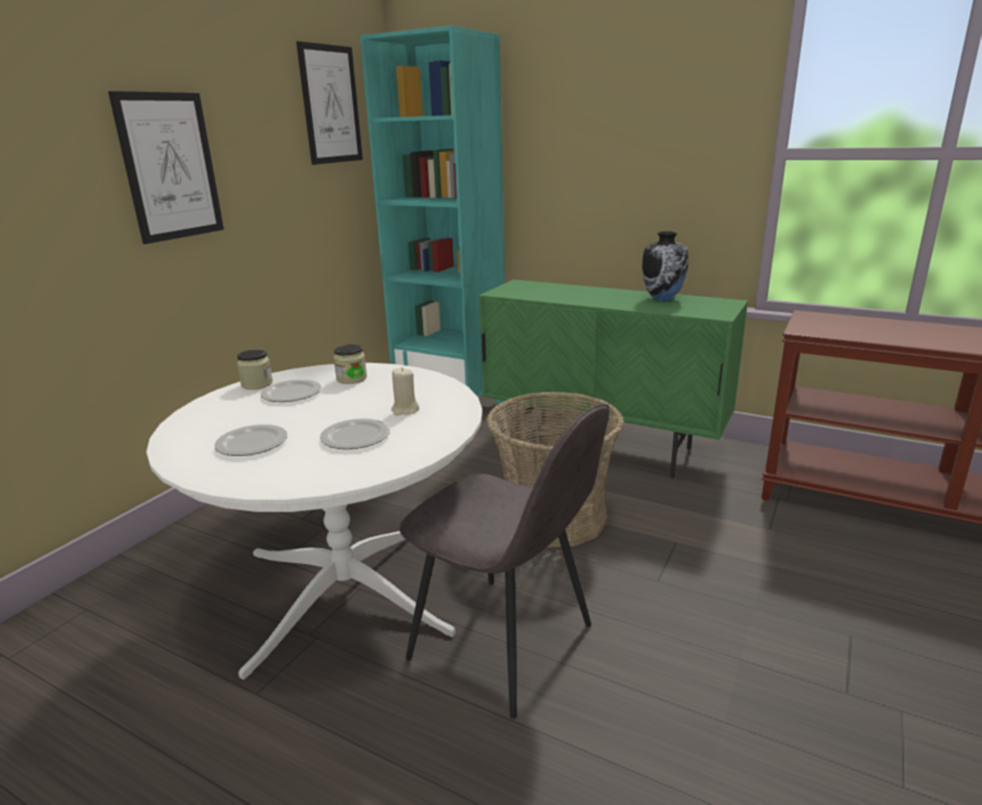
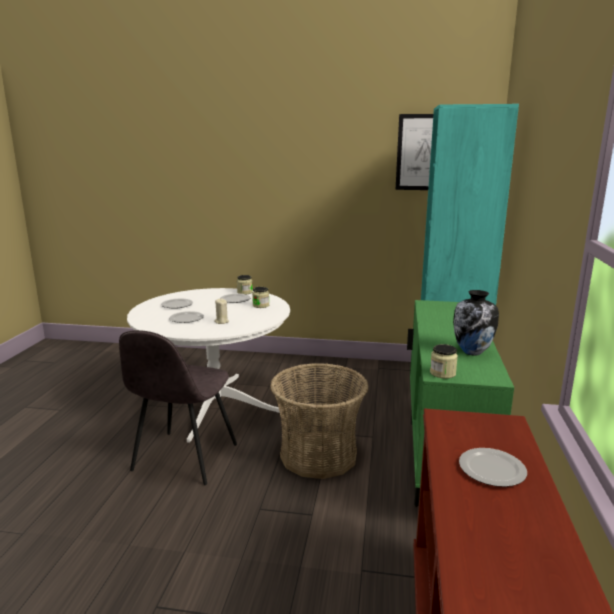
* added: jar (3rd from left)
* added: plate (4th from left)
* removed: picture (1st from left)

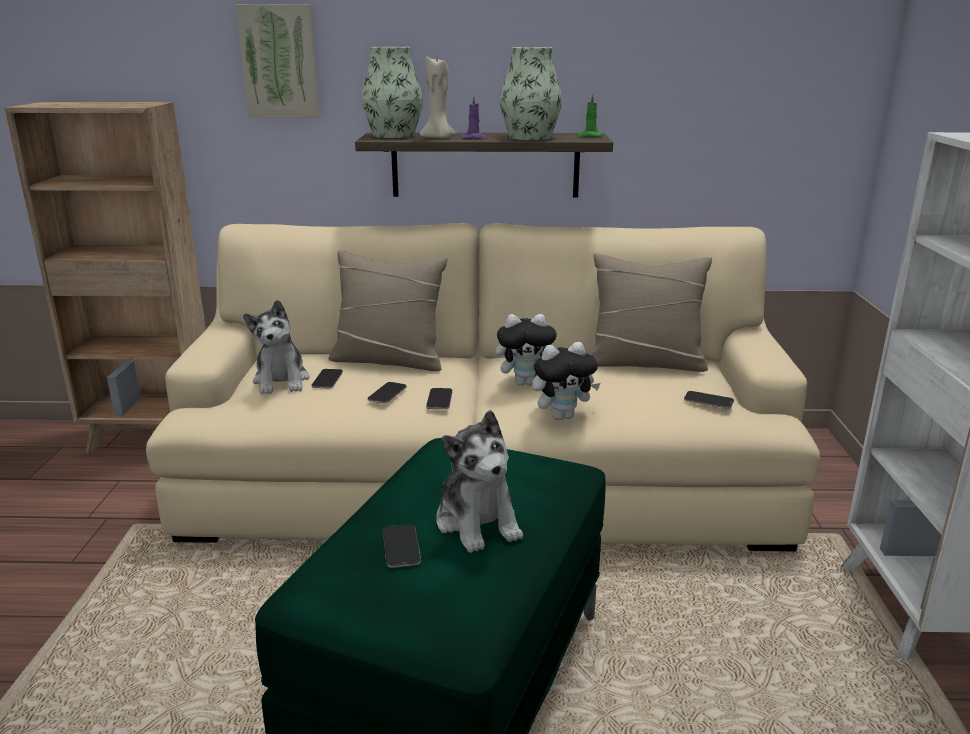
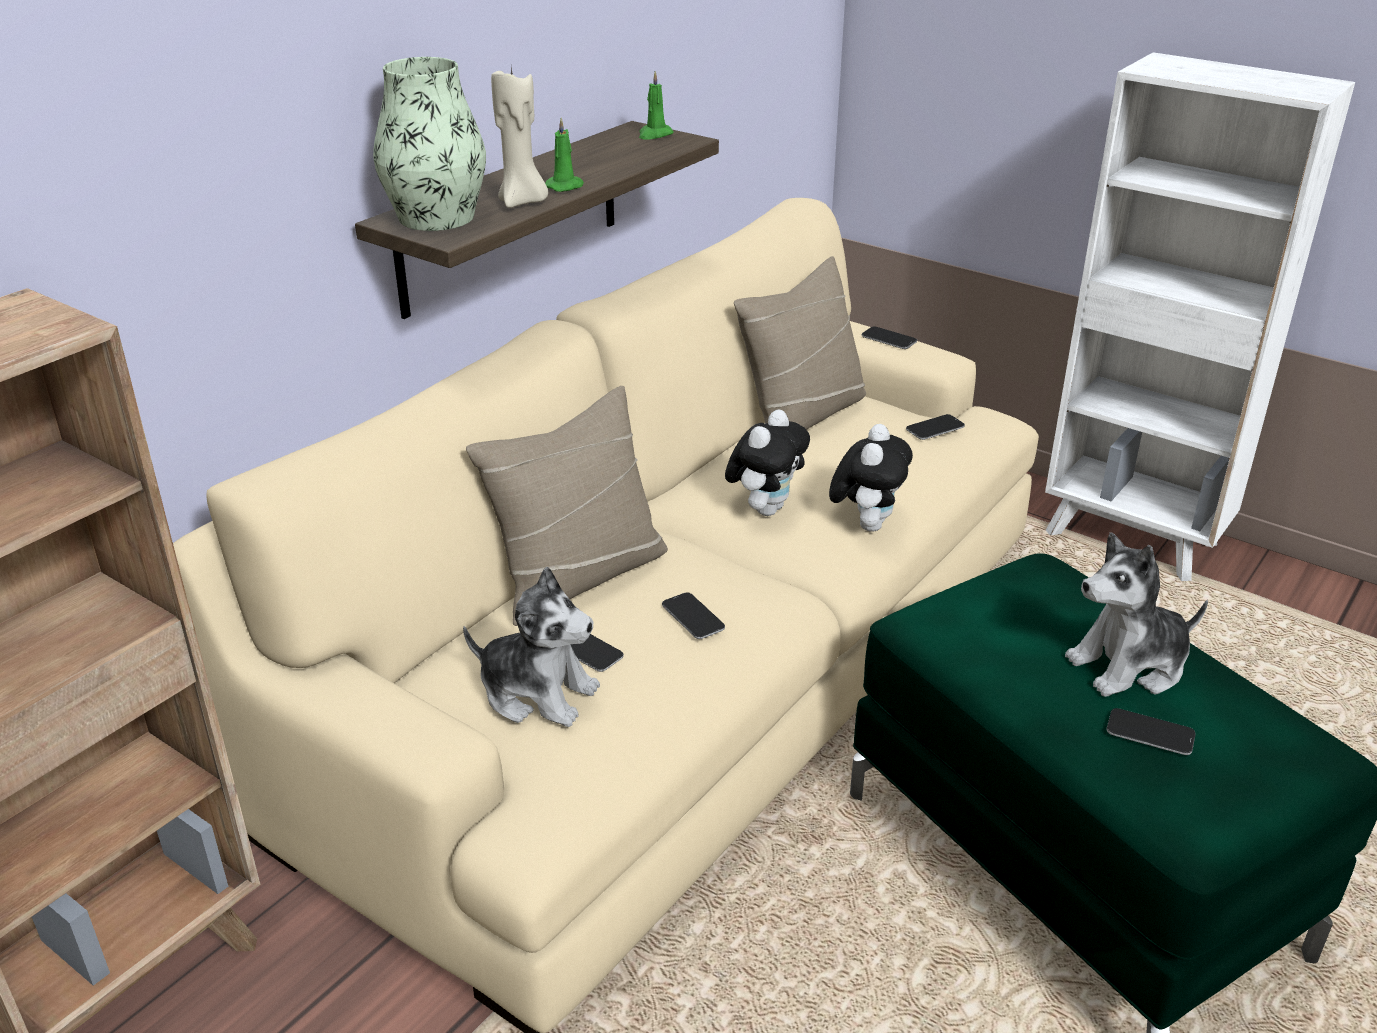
* recoloured: candle (purple) to candle (green) (1st from left)
* moved: phone (4th from left in the first image) to phone (3rd from left)
* turned: plush toy (2nd from left in the first image) 150 degrees clockwise
* removed: picture
* removed: vase (2nd from left)

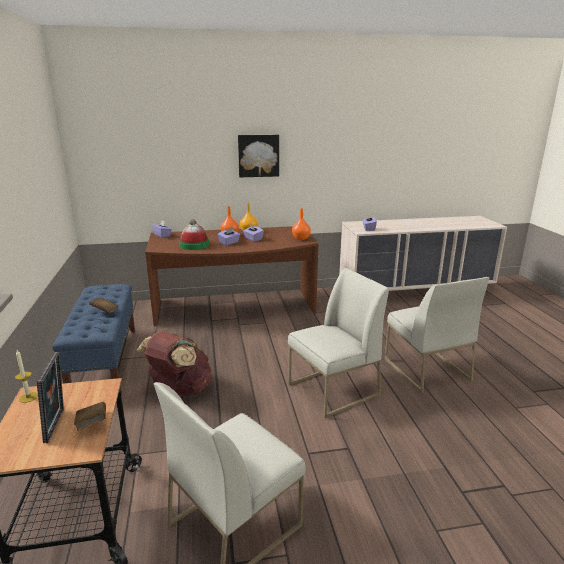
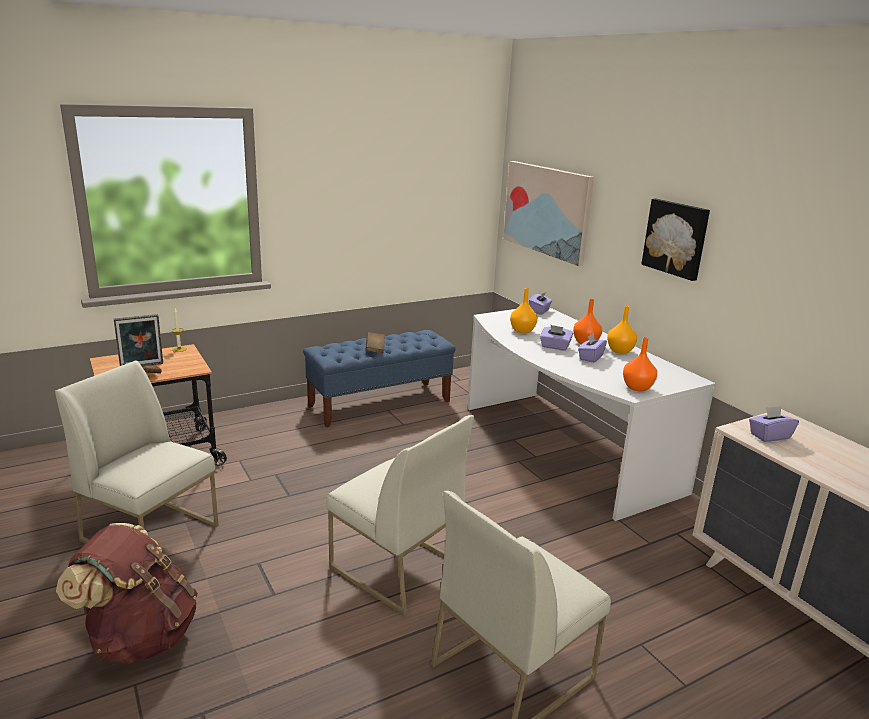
* moved: backpack (brown)
* recoloured: desk (brown) to desk (white)
* added: picture (1st from left)
* replaced: hat to vase (orange) (1st from left)

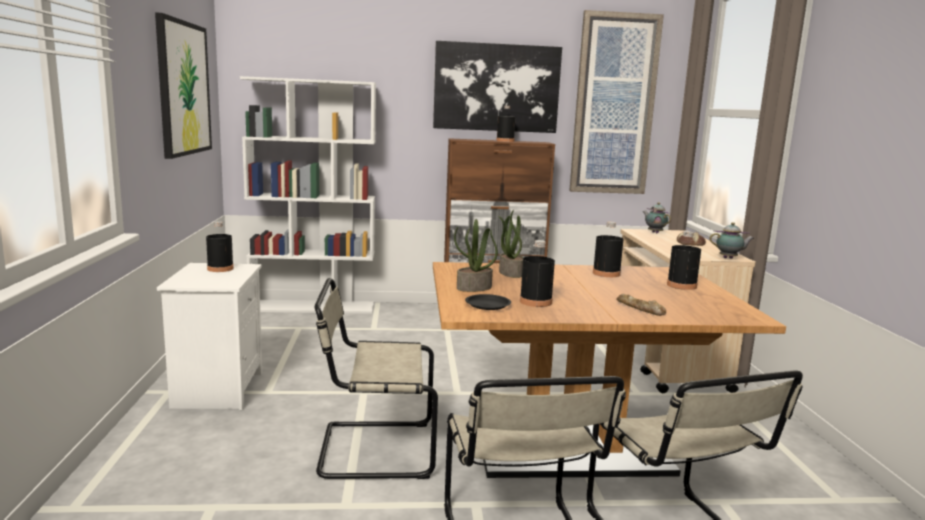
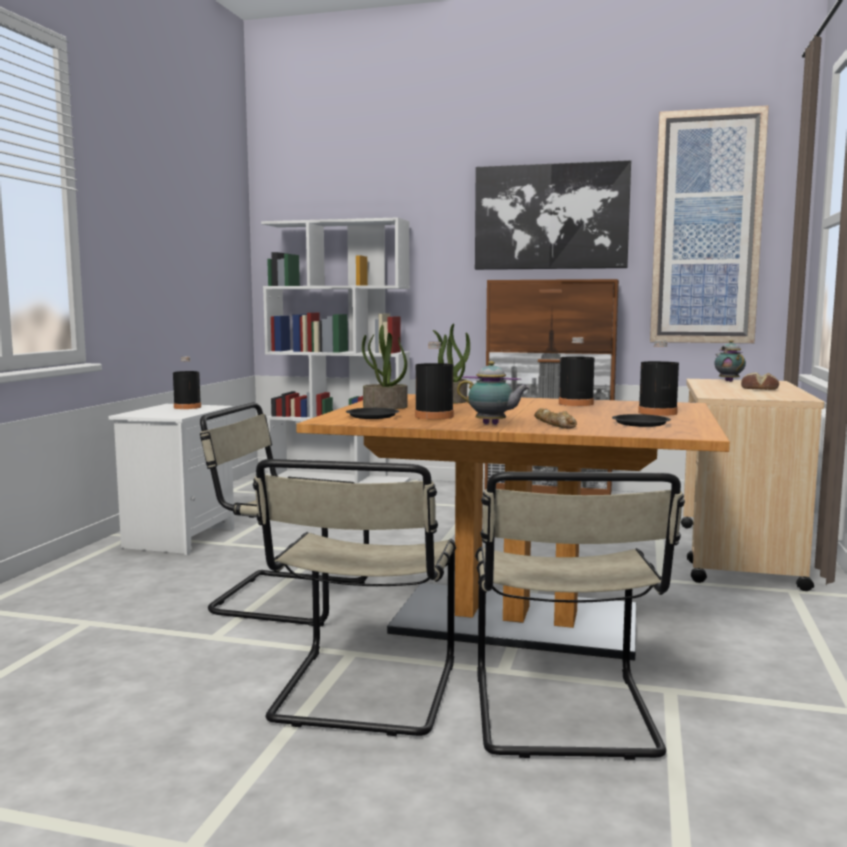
* moved: teapot (2nd from left in the first image) to teapot (1st from left)
* added: plate (black) (2nd from left)
* removed: picture (1st from left)
* removed: bottle (black) (2nd from left)

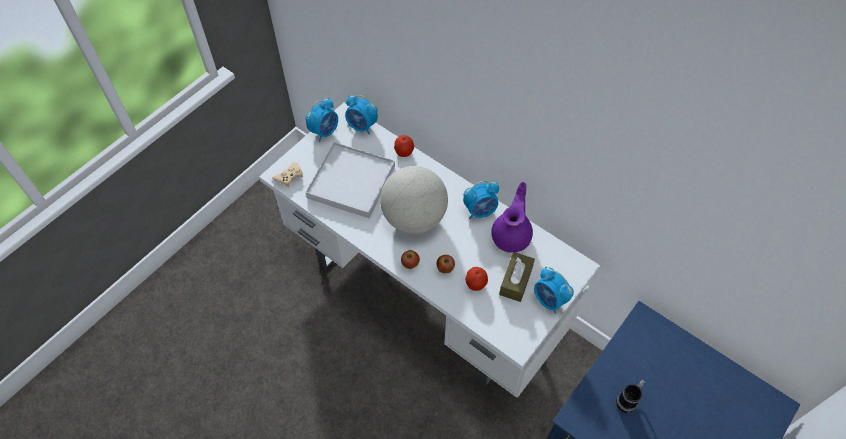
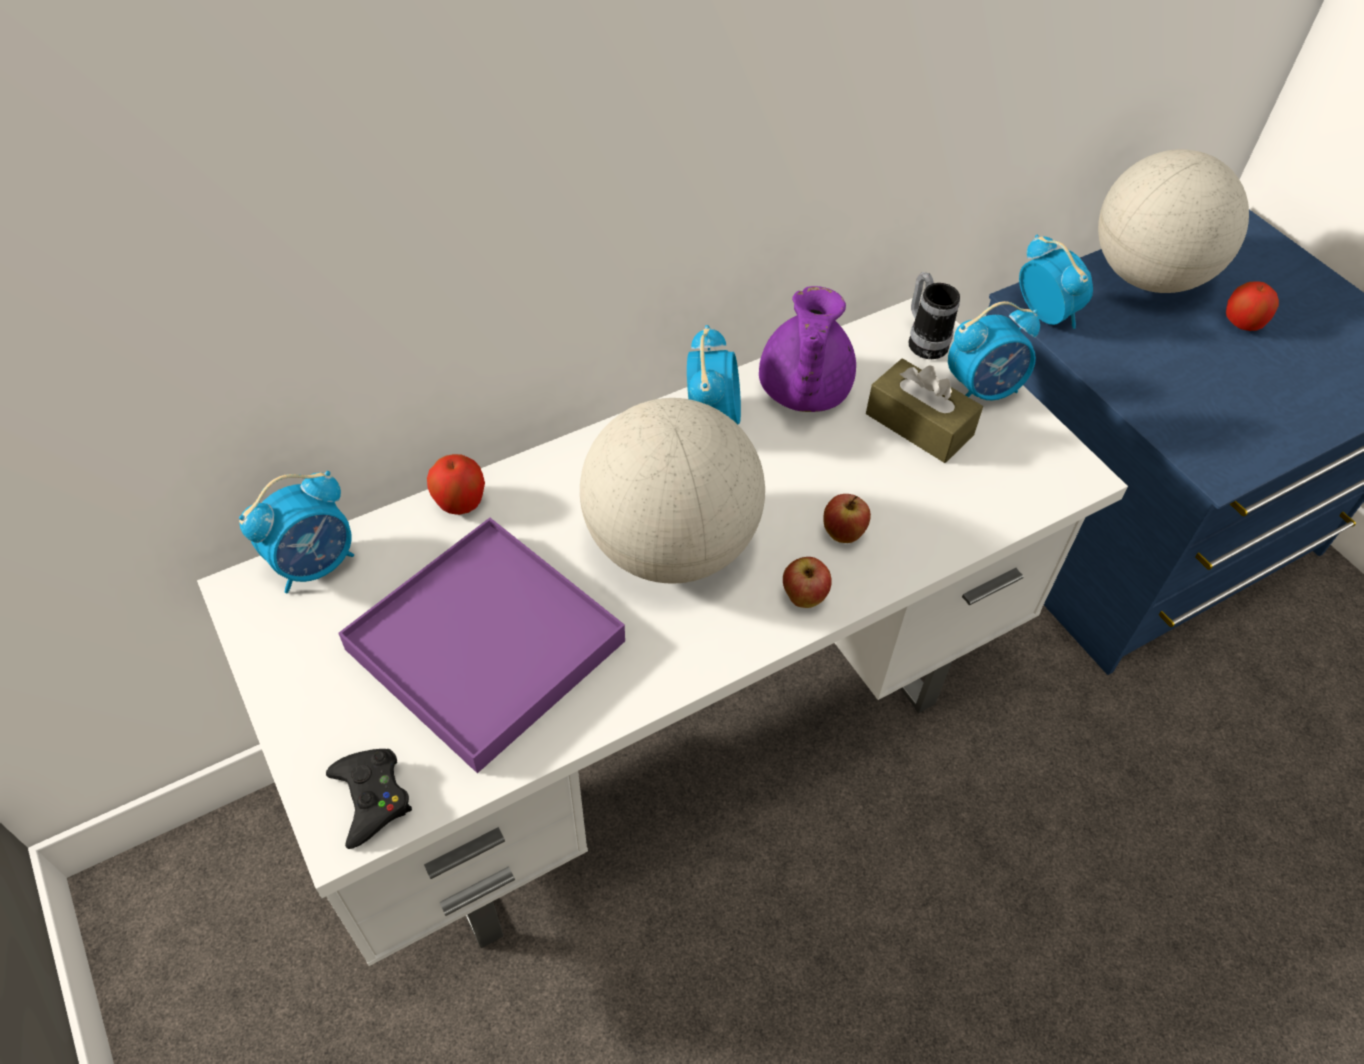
* recoloured: game controller (beige) to game controller (black)
* recoloured: tray (white) to tray (purple)
* turned: teapot (purple) 120 degrees counterclockwise
* moved: mug
* moved: alarm clock (1st from left in the first image) to alarm clock (4th from left)
* added: globe (2nd from left)
* moved: apple (4th from left)

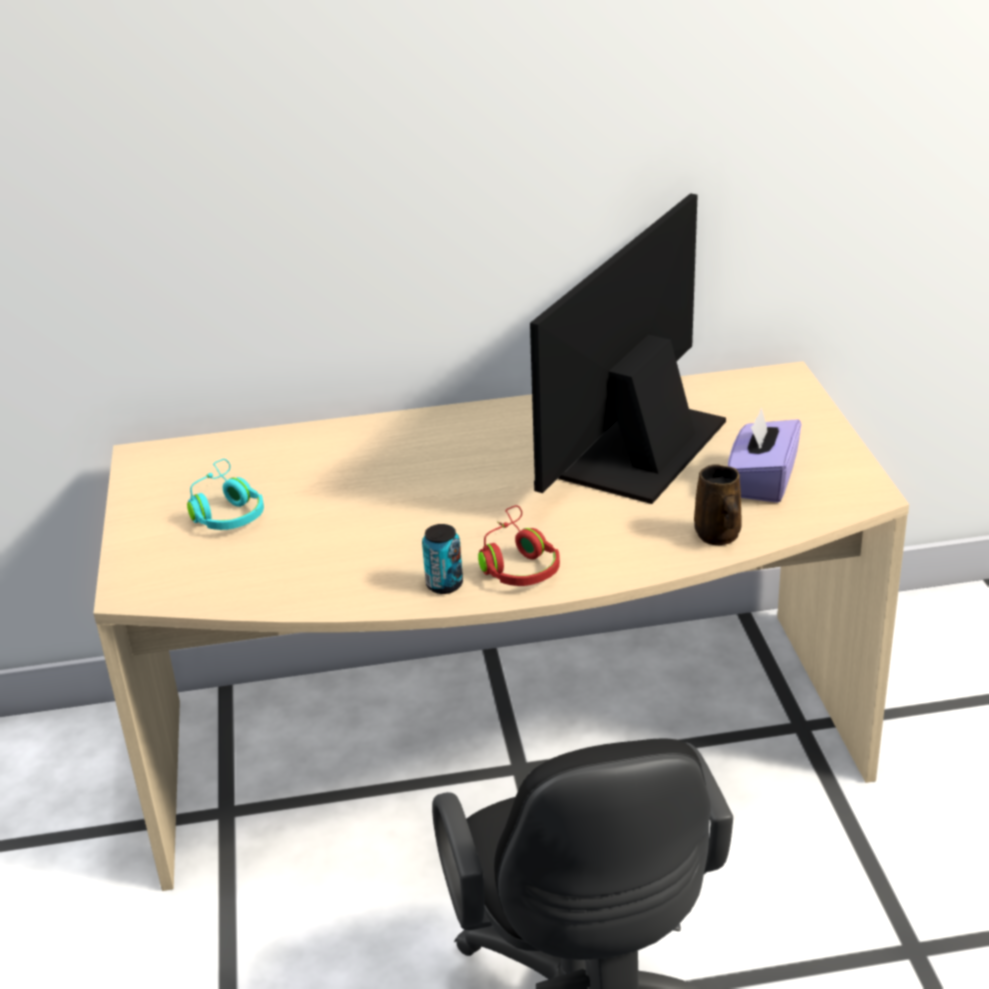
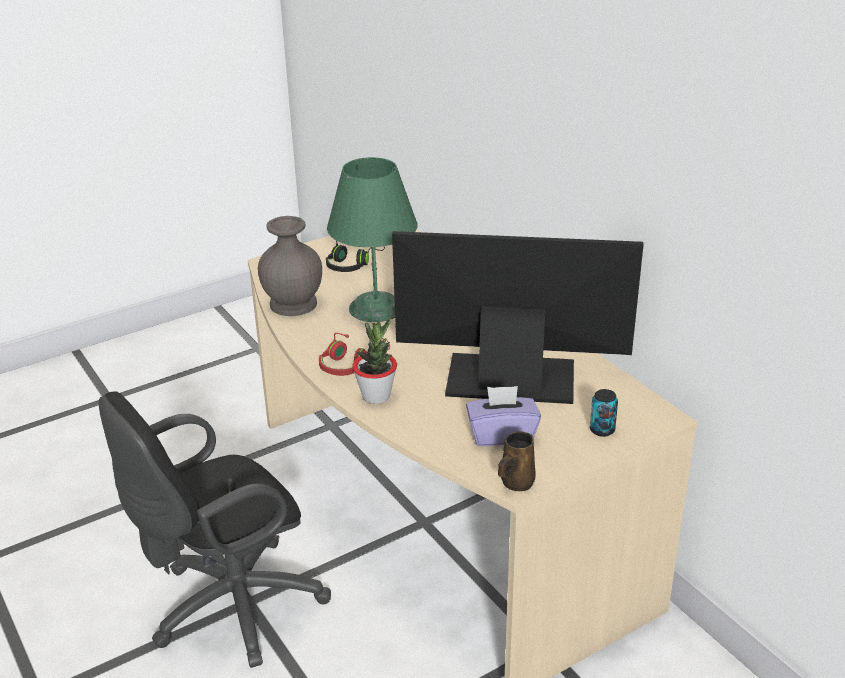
* added: vase (grey)
* recoloured: headphones (turquoise) to headphones (black)
* added: table lamp (green)
* added: potted plant
* moved: mug (brown)
* moved: can

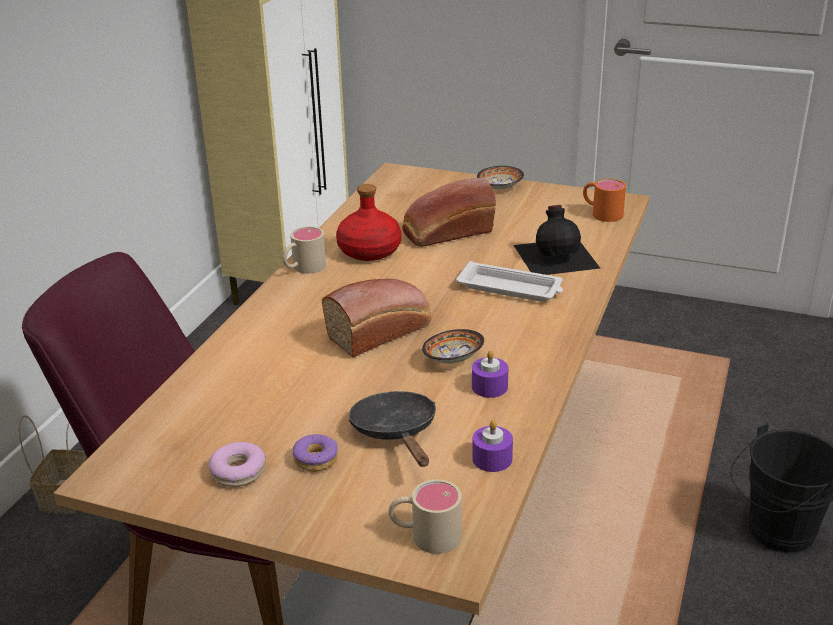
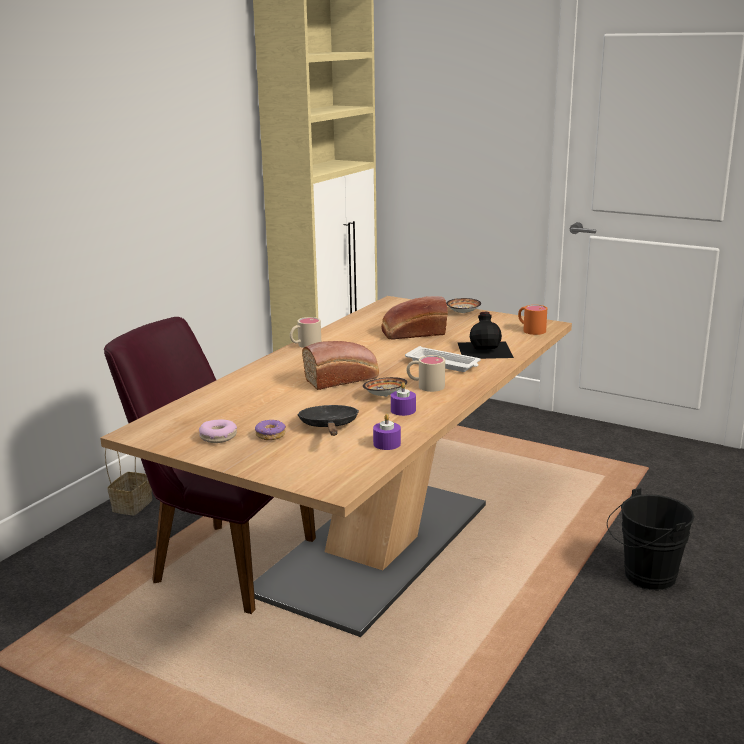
* moved: mug (beige) (2nd from left)
* removed: bottle (red)

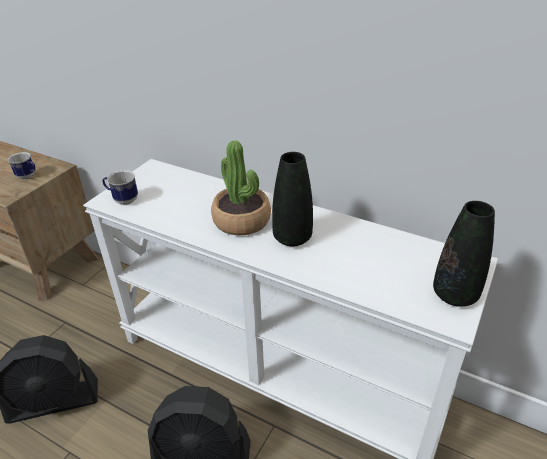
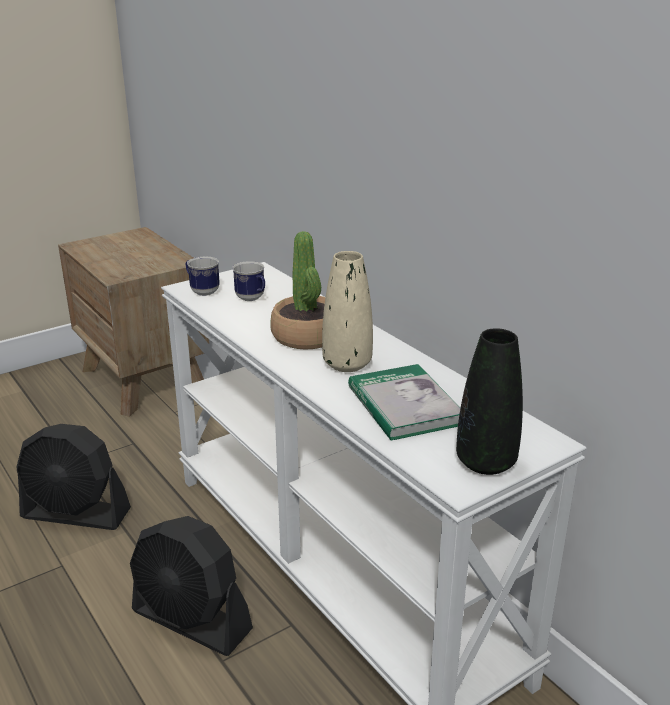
* moved: mug (1st from left in the first image) to mug (2nd from left)
* recoloured: vase (black) (1st from left) to vase (beige)
* added: book

